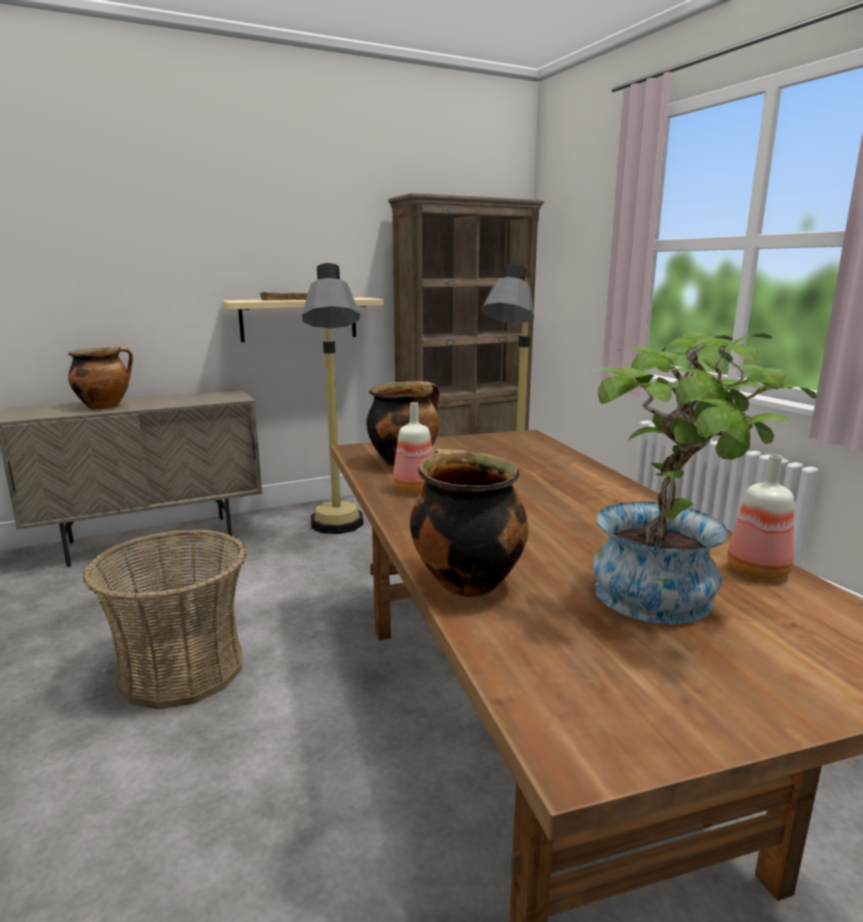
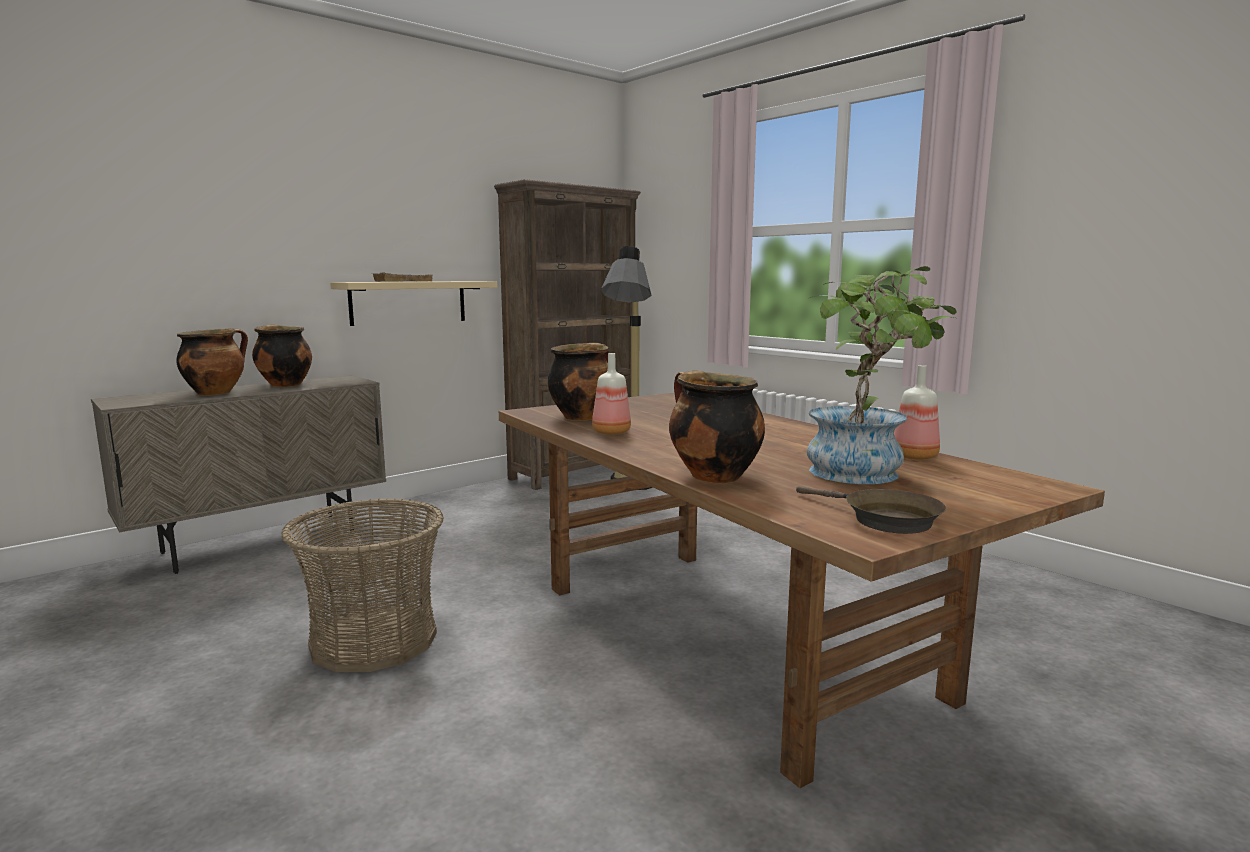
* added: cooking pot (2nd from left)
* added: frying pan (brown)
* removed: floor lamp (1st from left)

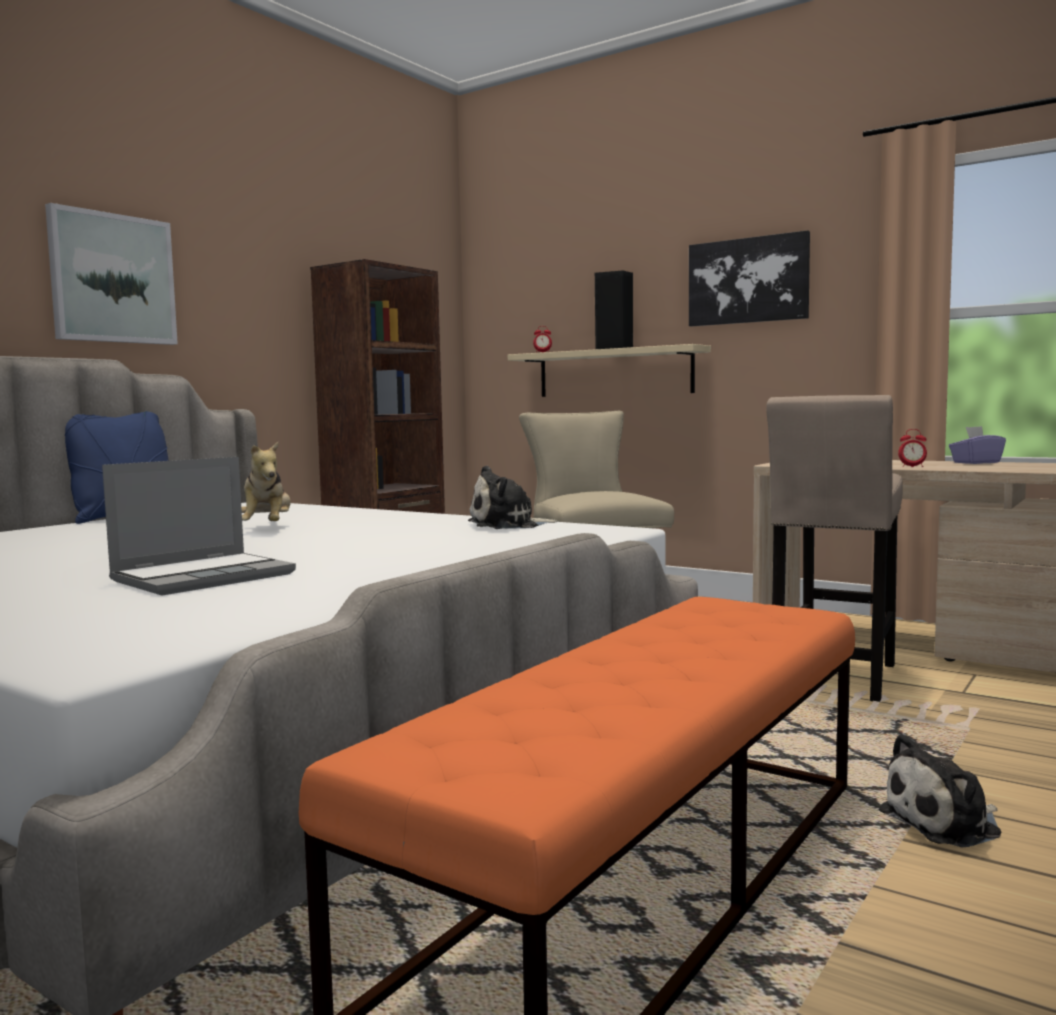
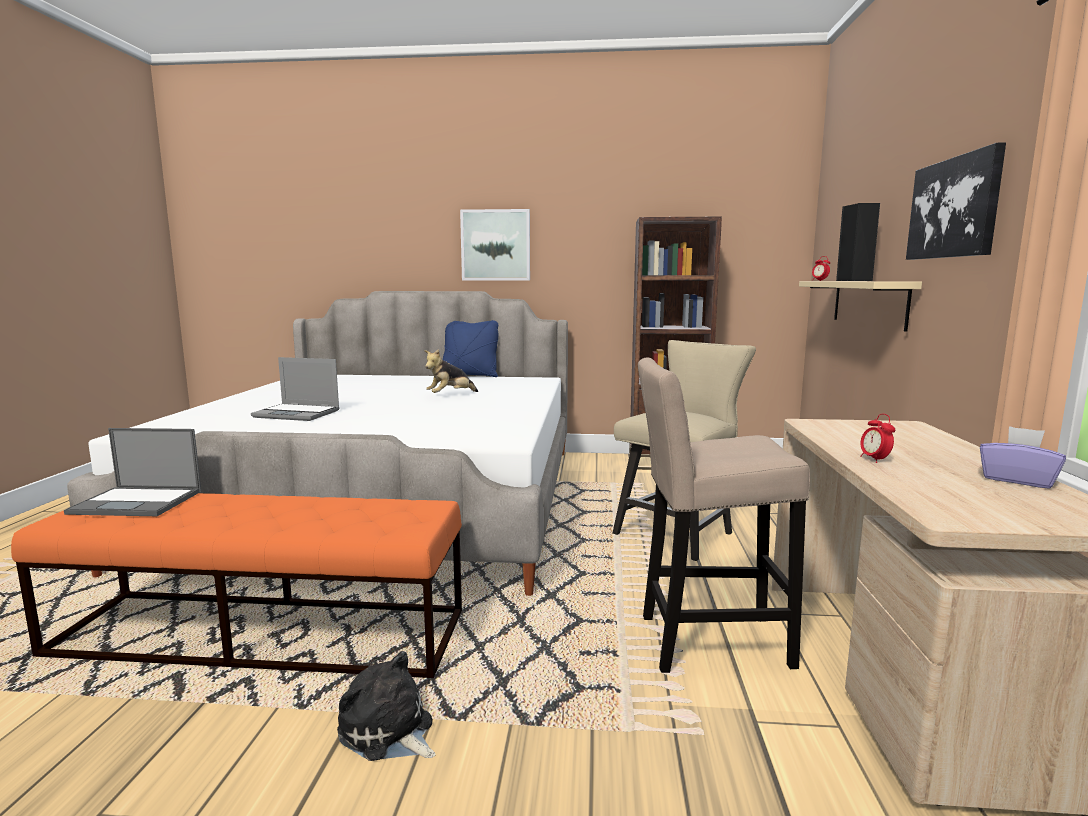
* added: laptop (1st from left)
* removed: plush toy (2nd from left)

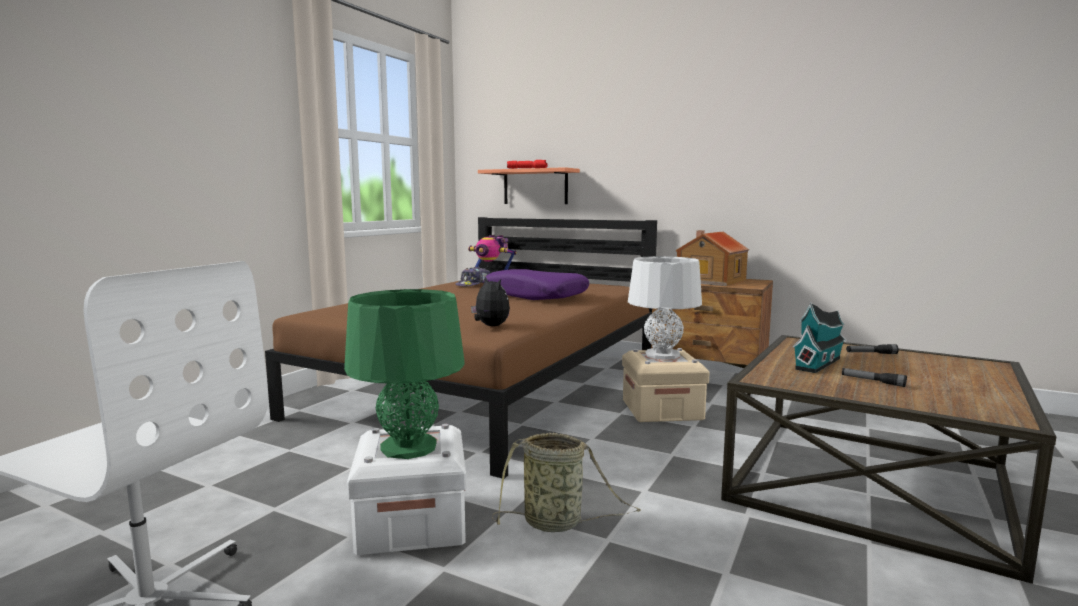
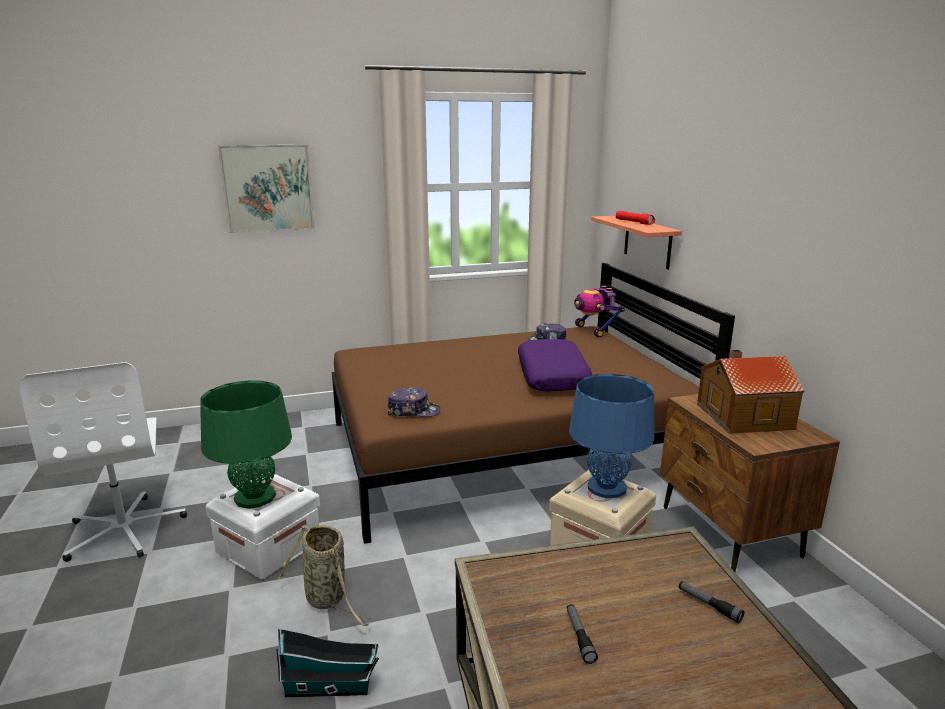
* added: picture
* moved: toy house (2nd from left in the first image) to toy house (1st from left)
* replaced: plush toy to cap (1st from left)
* recoloured: table lamp (grey) to table lamp (blue)

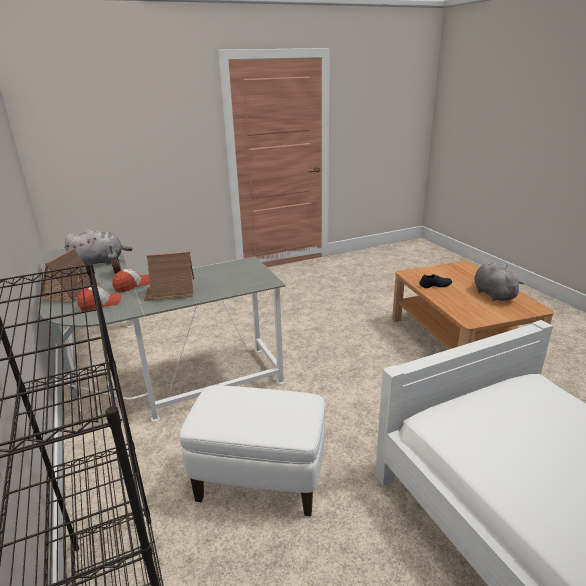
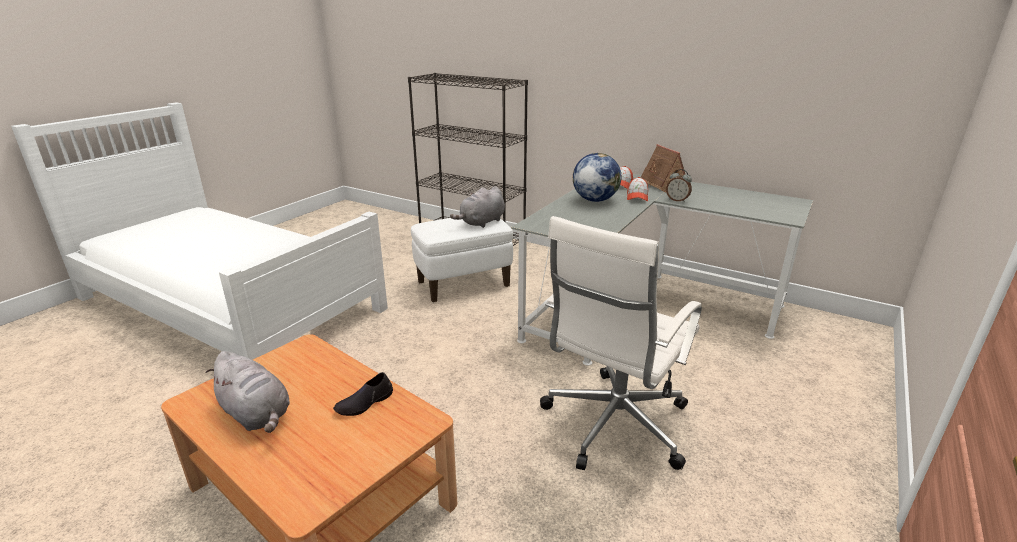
* moved: plush toy (grey) (1st from left in the first image) to plush toy (grey) (2nd from left)
* added: office chair (white)
* replaced: toy house (2nd from left) to globe

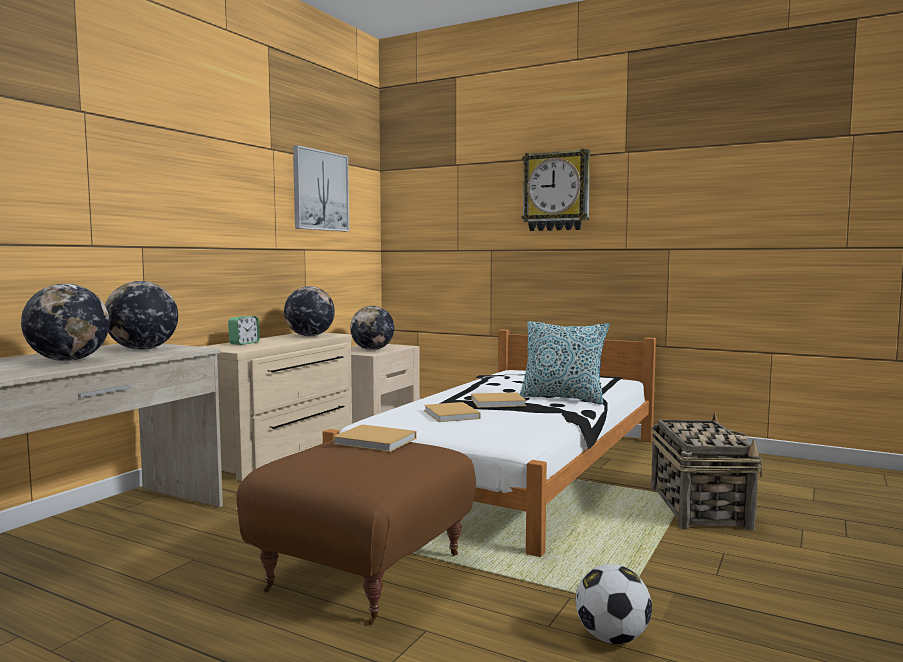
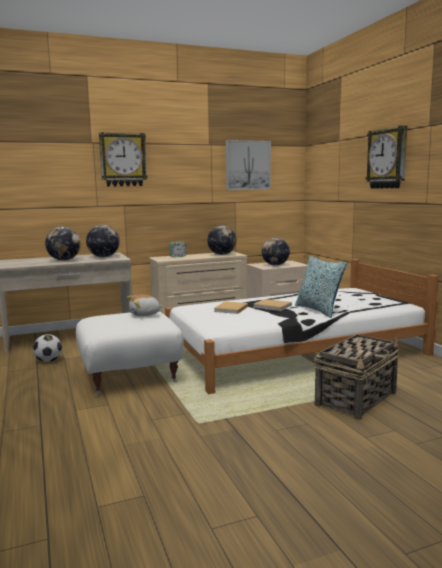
* moved: football
* recoloured: ottoman (brown) to ottoman (white)
* added: wall clock (1st from left)
* replaced: book (beige) (1st from left) to plush toy

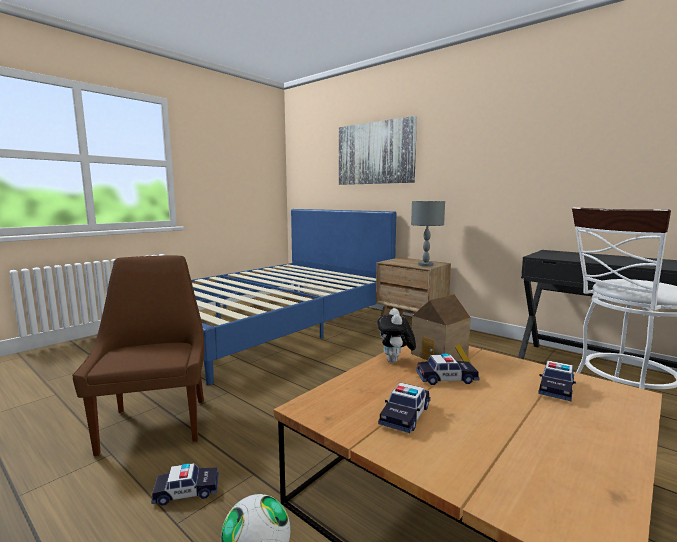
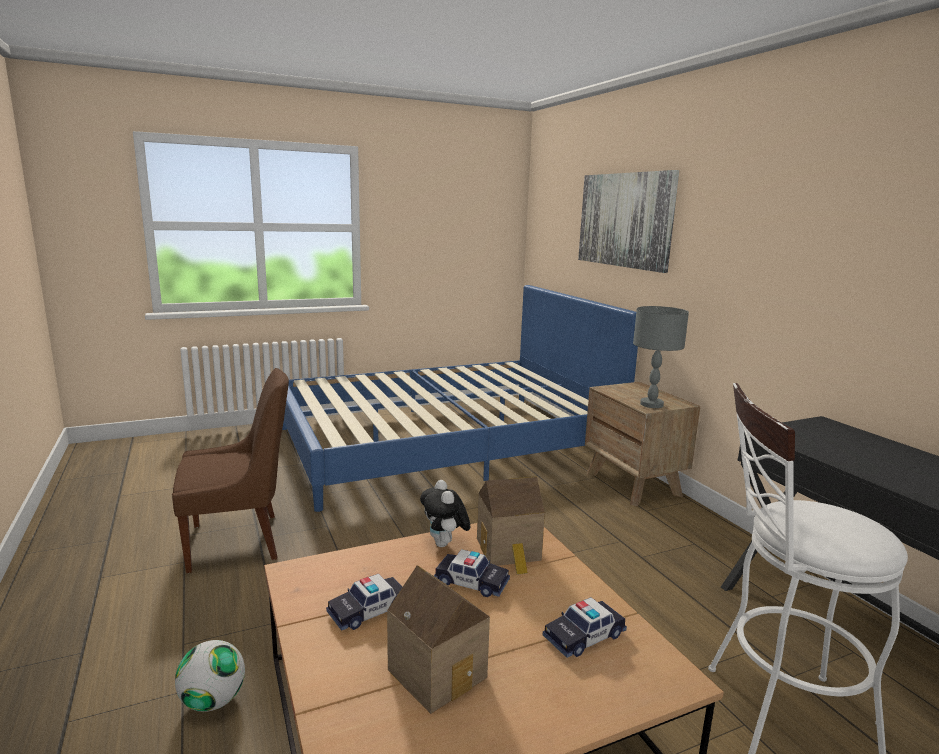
* turned: chair (brown) 60 degrees clockwise
* added: toy house (1st from left)
* turned: plush toy 45 degrees counterclockwise
* removed: toy car (1st from left)

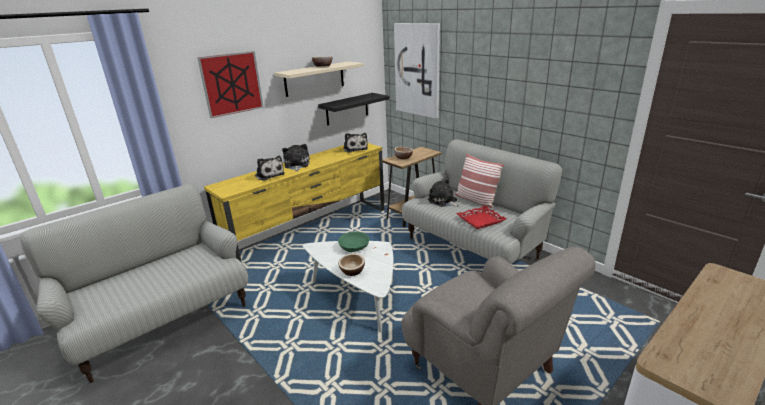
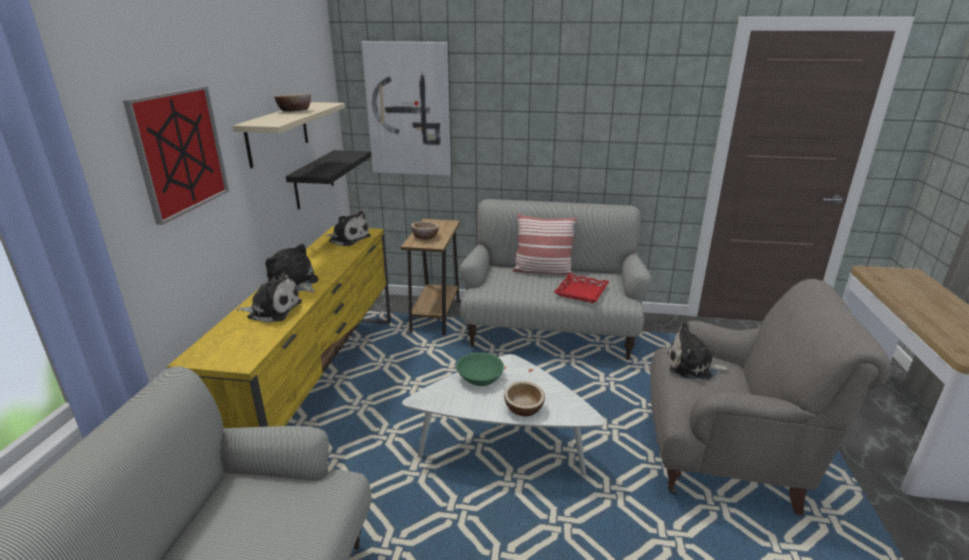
* moved: plush toy (4th from left)

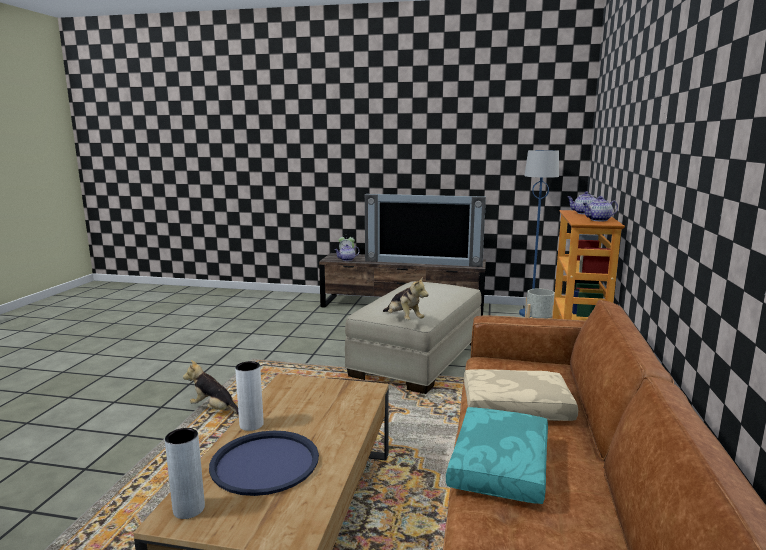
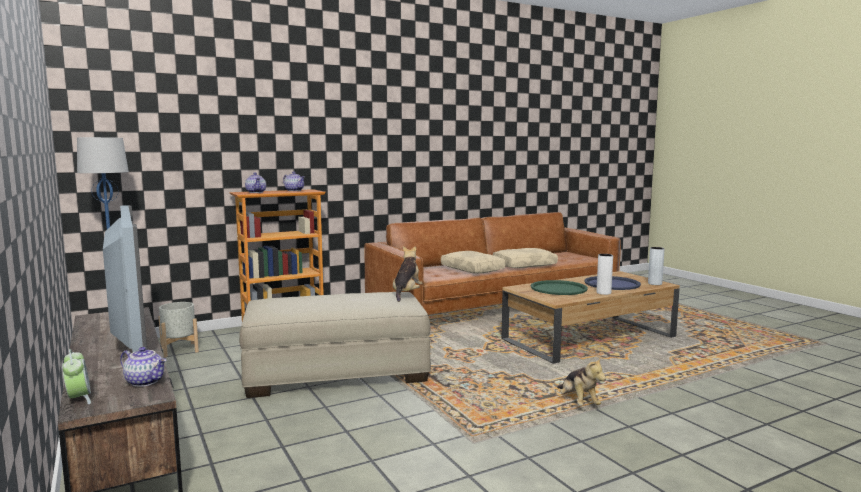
* recoloured: pillow (turquoise) to pillow (beige) (2nd from left)
* added: tray (green)

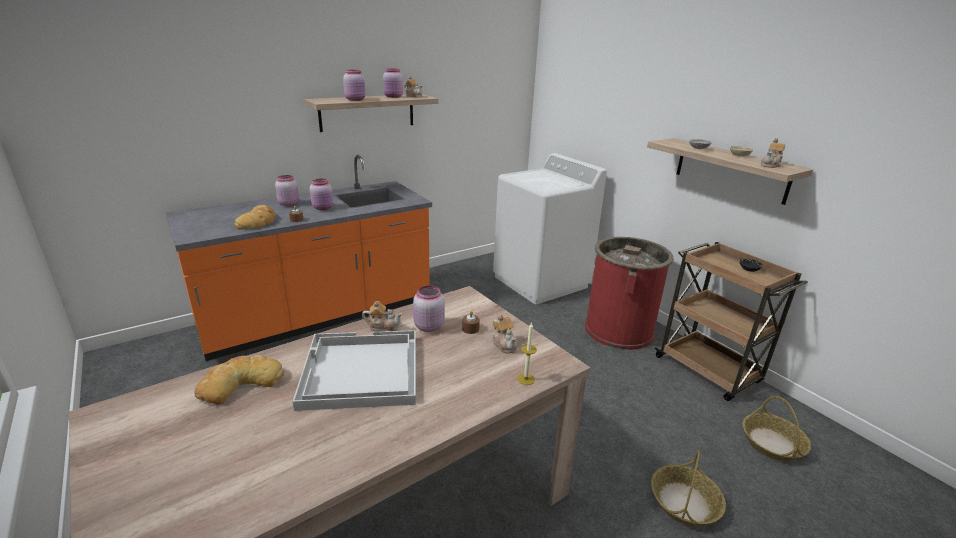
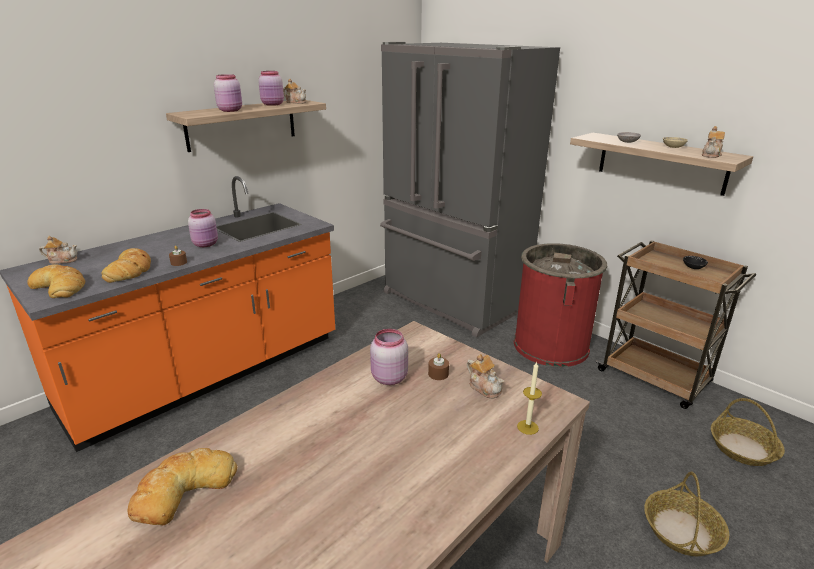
* added: bread (1st from left)
* moved: teapot (1st from left)
* replaced: washing machine (white) to fridge (grey)
* removed: jar (pink) (1st from left)
* removed: tray (white)

